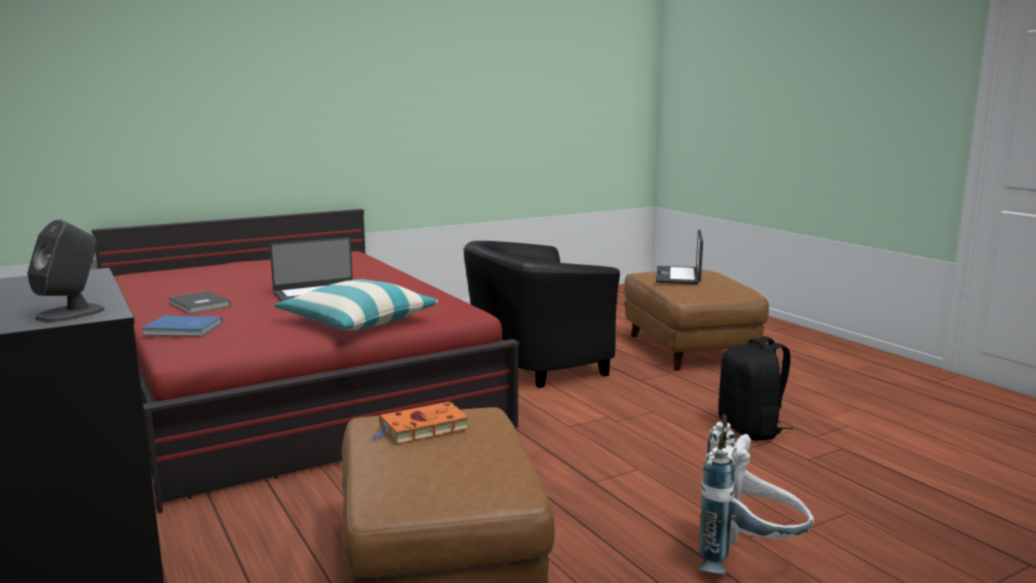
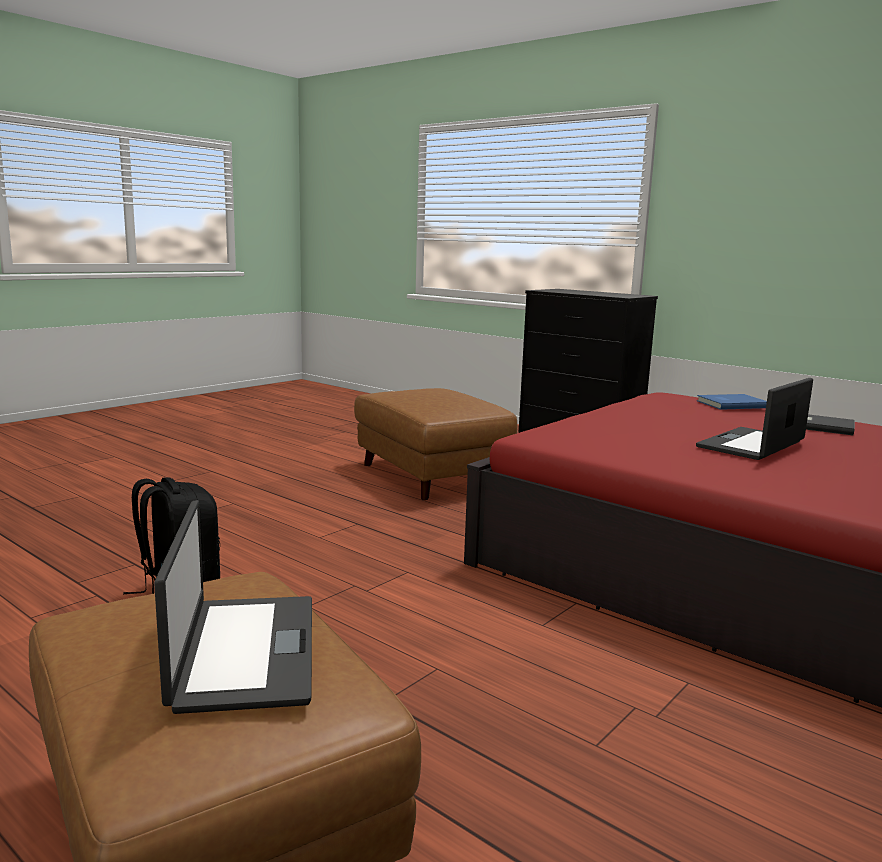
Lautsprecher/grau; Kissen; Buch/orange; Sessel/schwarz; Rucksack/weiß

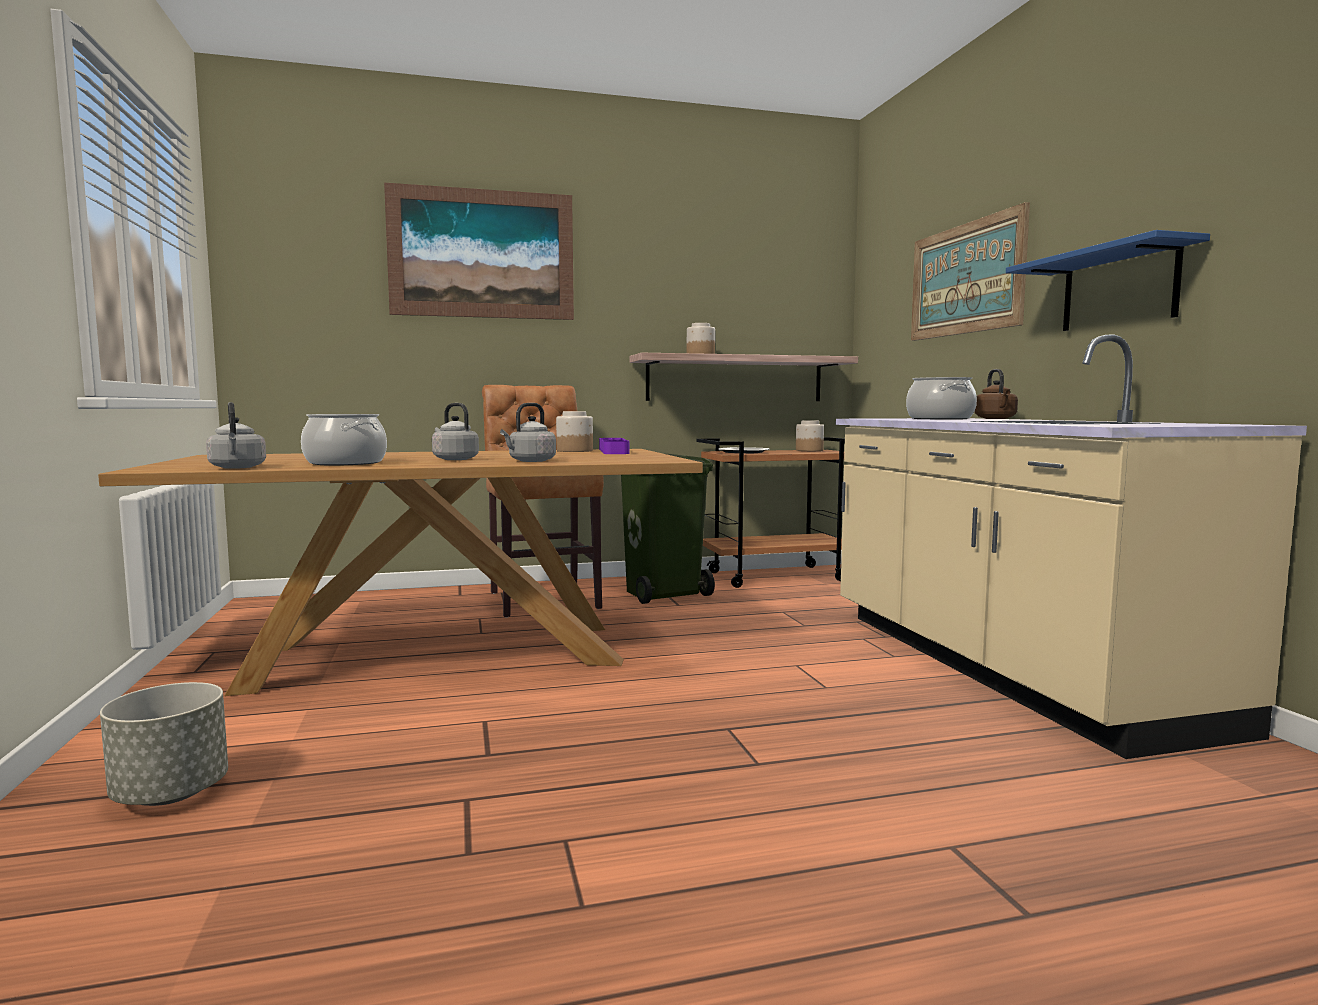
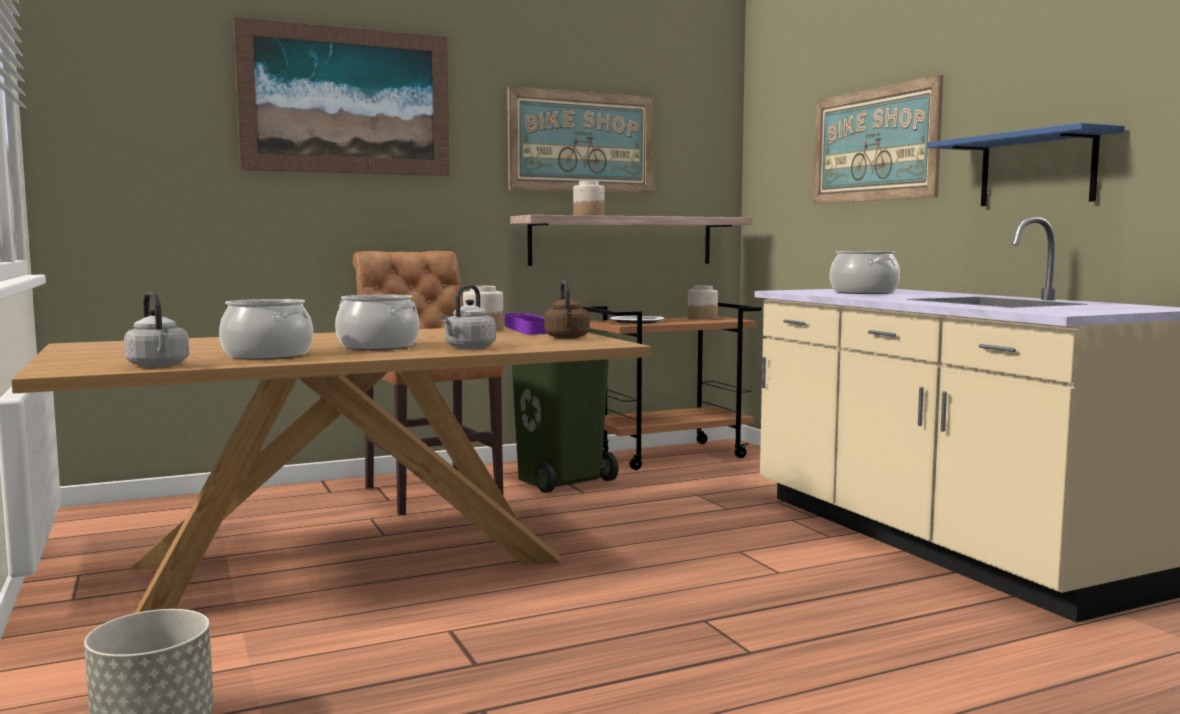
Kochtopf (2nd from left); Bild (2nd from left); Wasserkessel/braun

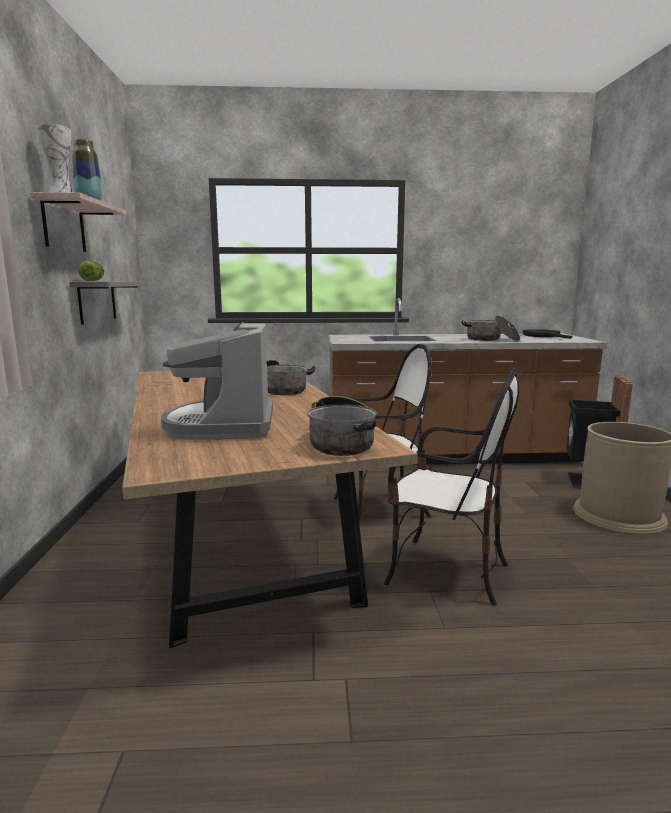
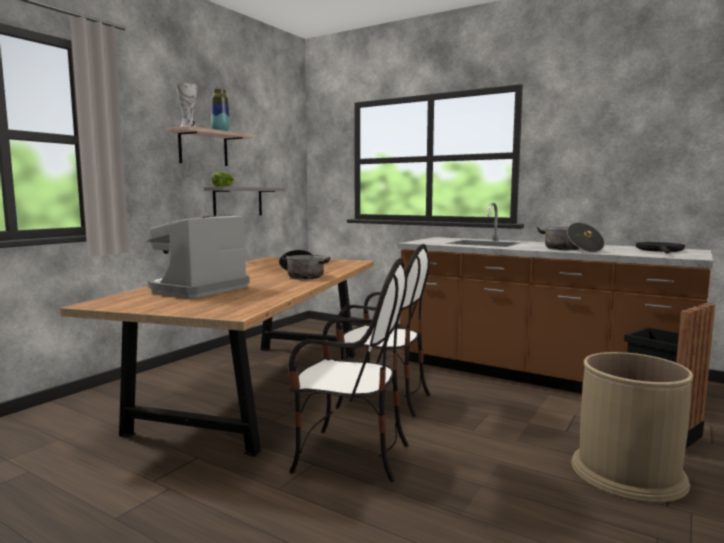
Stuhl (1st from left); Kochtopf (2nd from left in the first image)

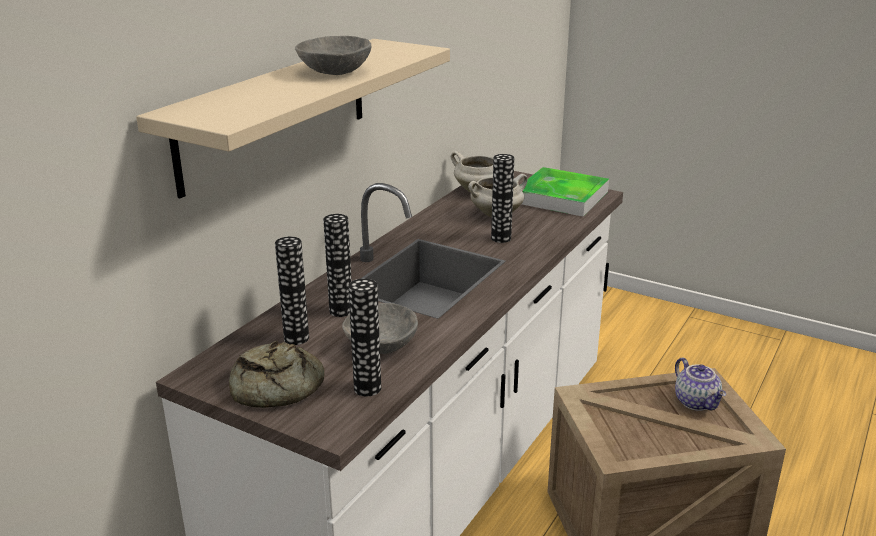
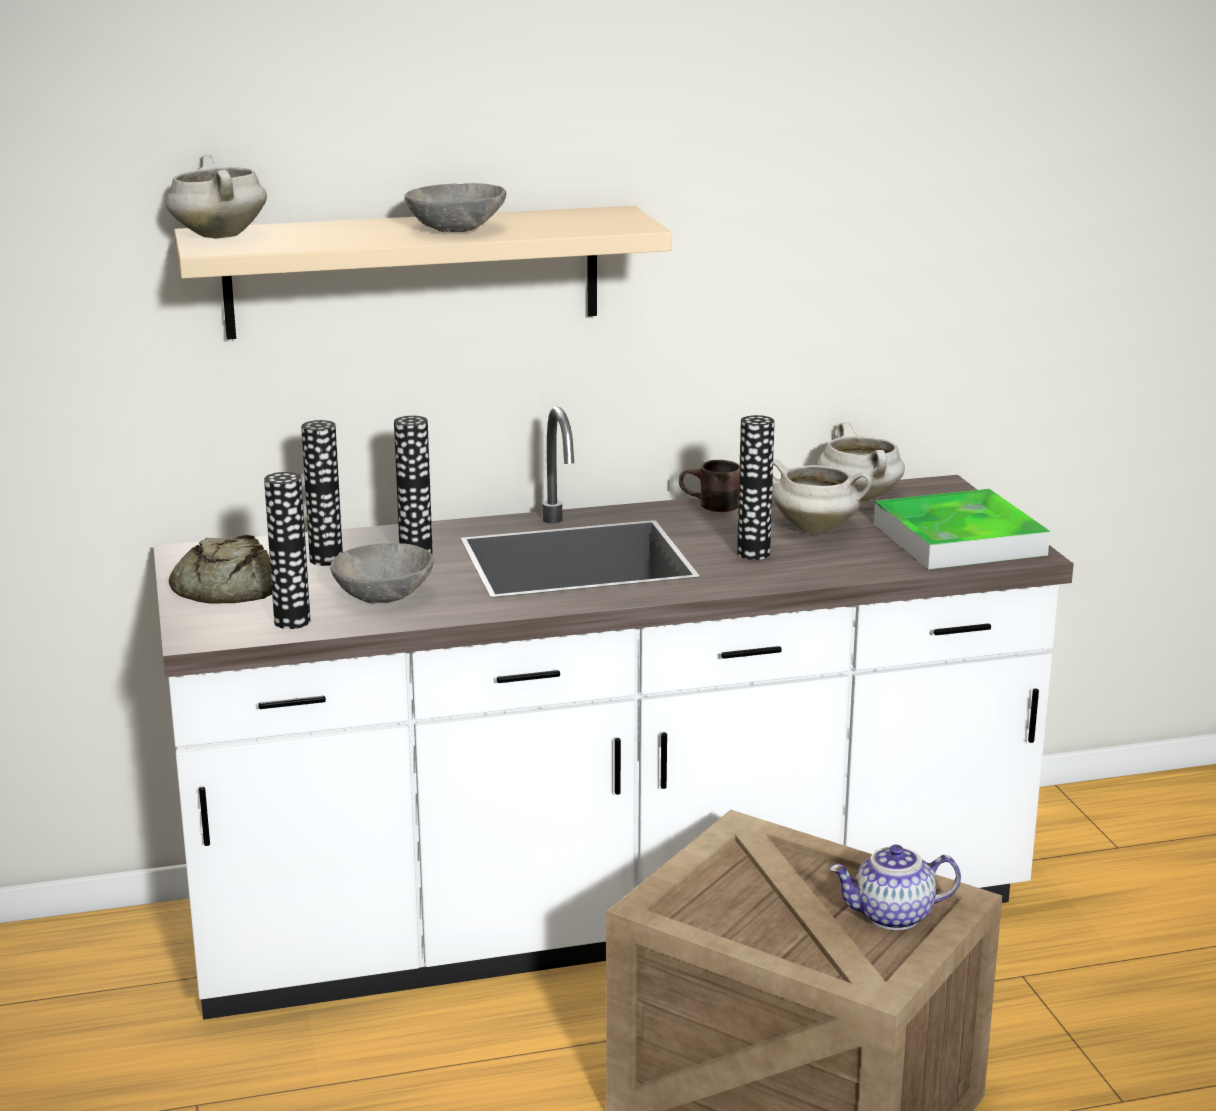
Kochtopf/weiß (1st from left); Henkelbecher/braun; Teekanne

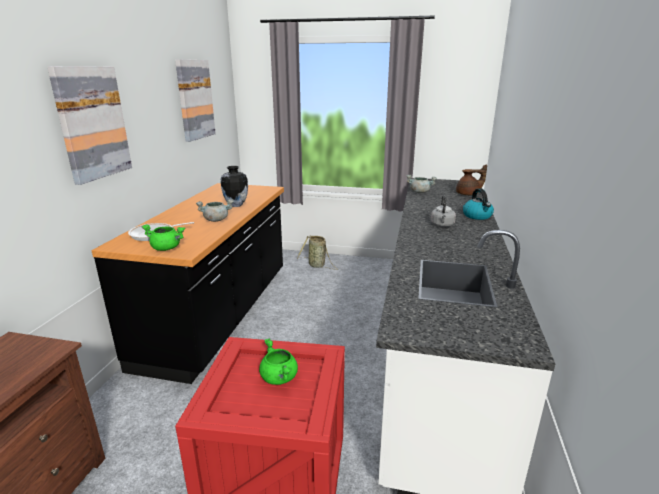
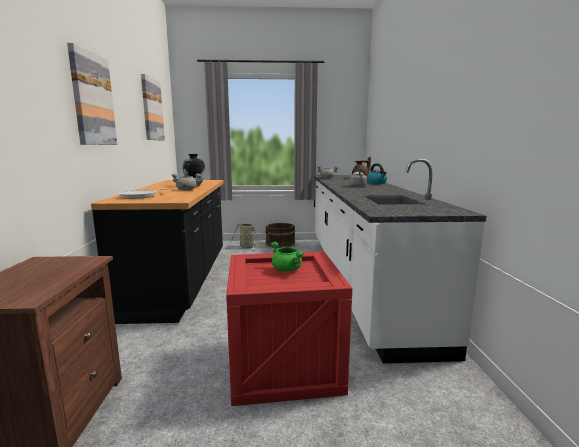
Eimer/braun; Kochtopf/grün (1st from left in the first image)

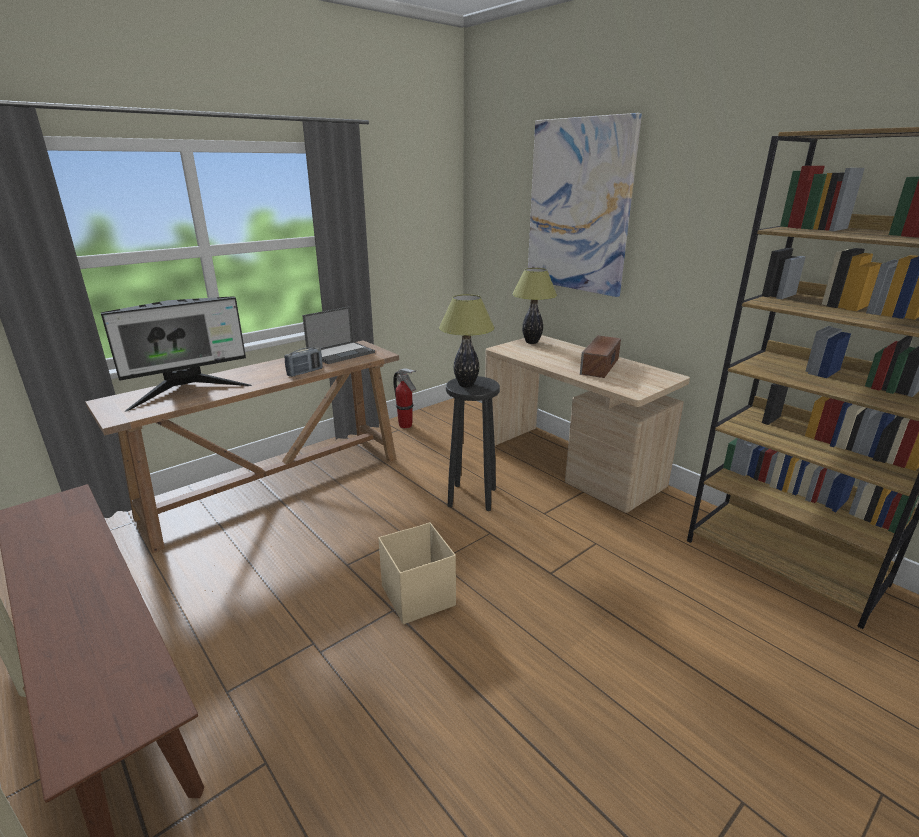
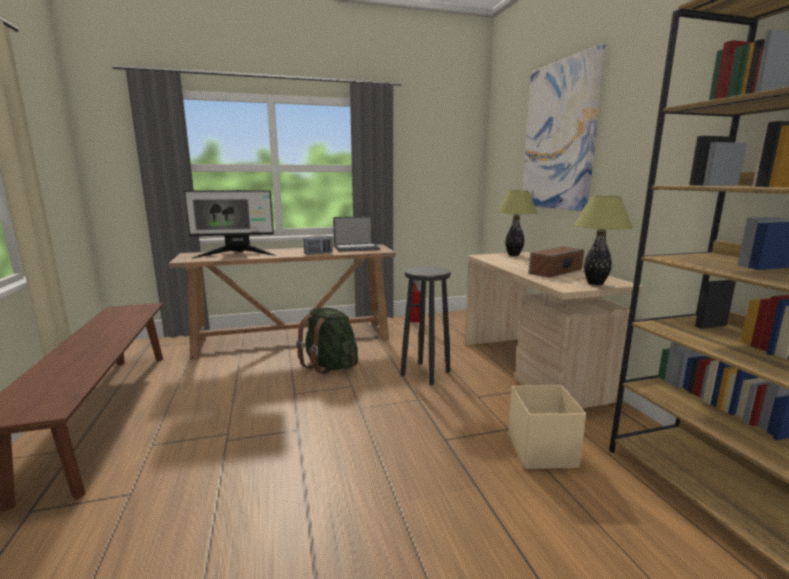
Rucksack/grün; Aufbewahrungsbox/beige; Tischlampe (2nd from left)

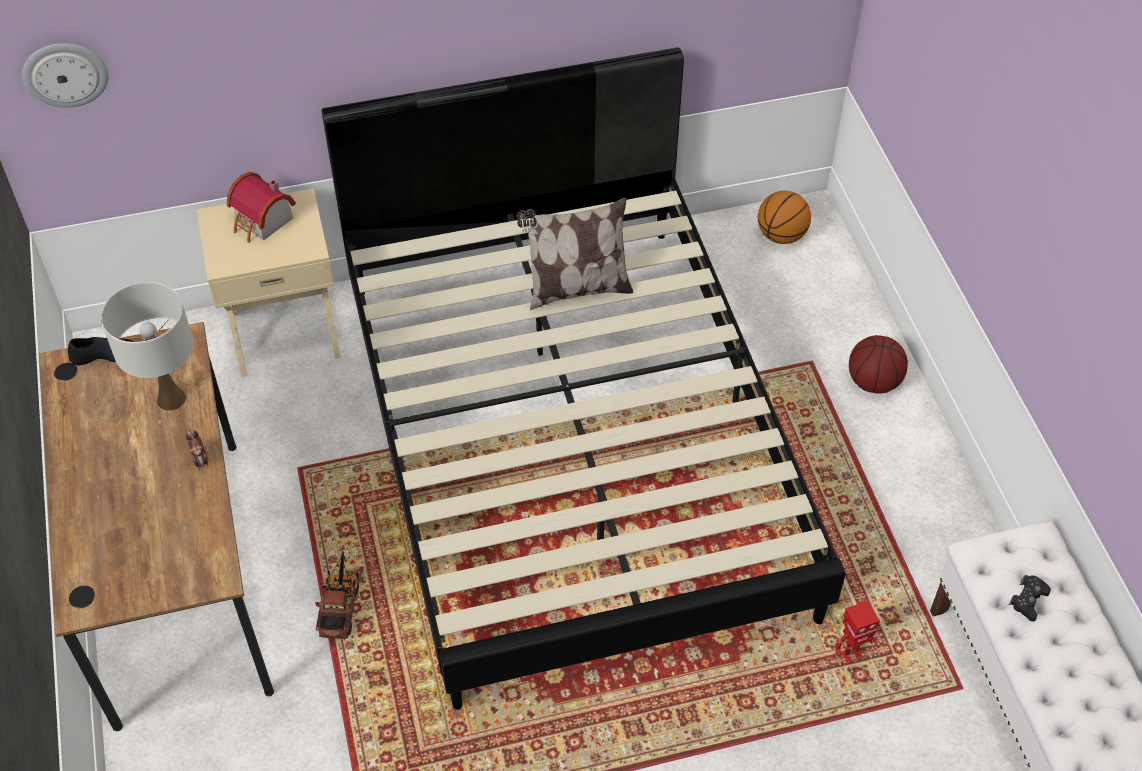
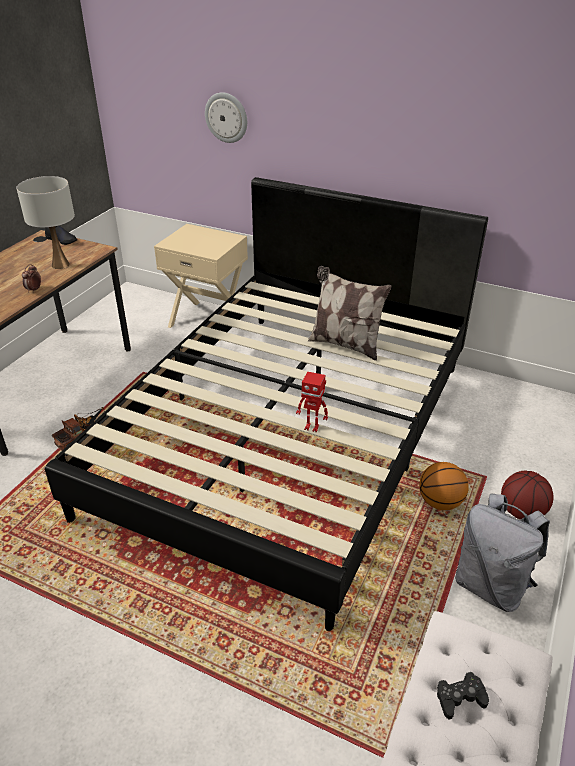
Wanduhr; Spielzeugroboter; Basketball (1st from left); Rucksack/grau; Spielzeughaus

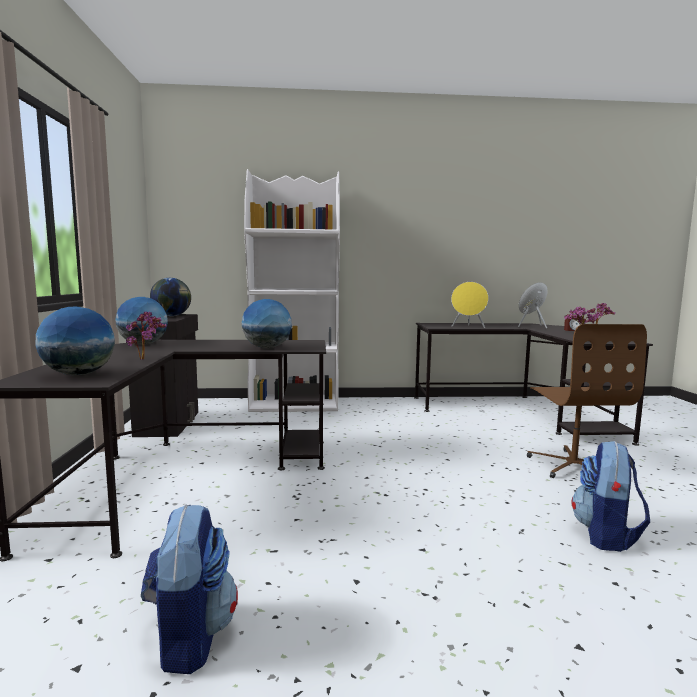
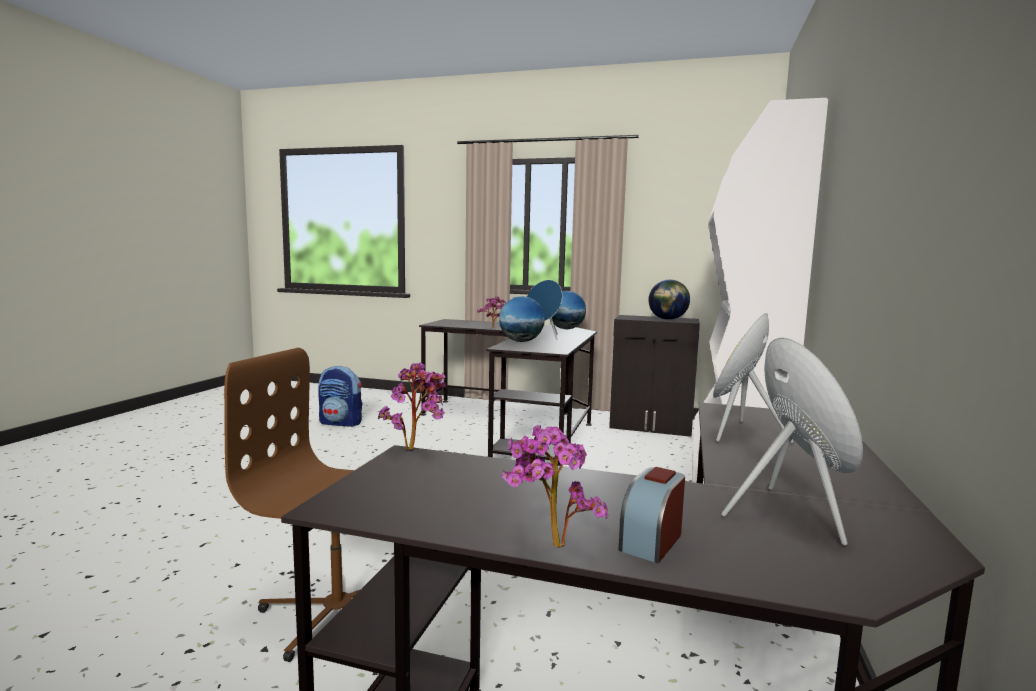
Lautsprecher/blau; Globus (1st from left in the first image); Rucksack (2nd from left in the first image)

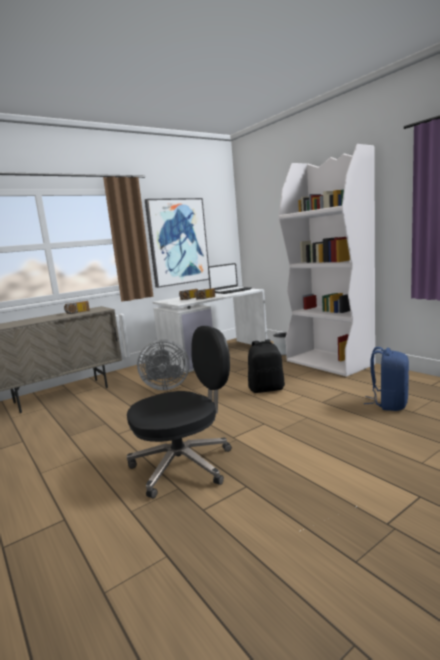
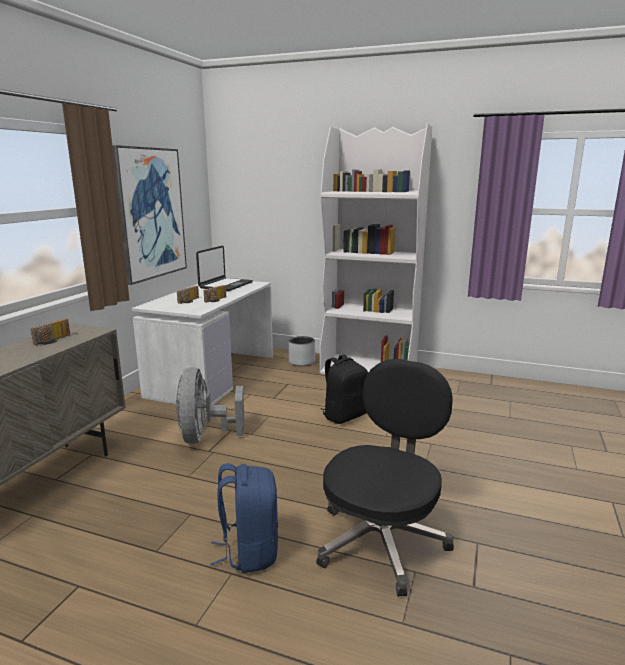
Ventilator/grau; Rucksack/blau

